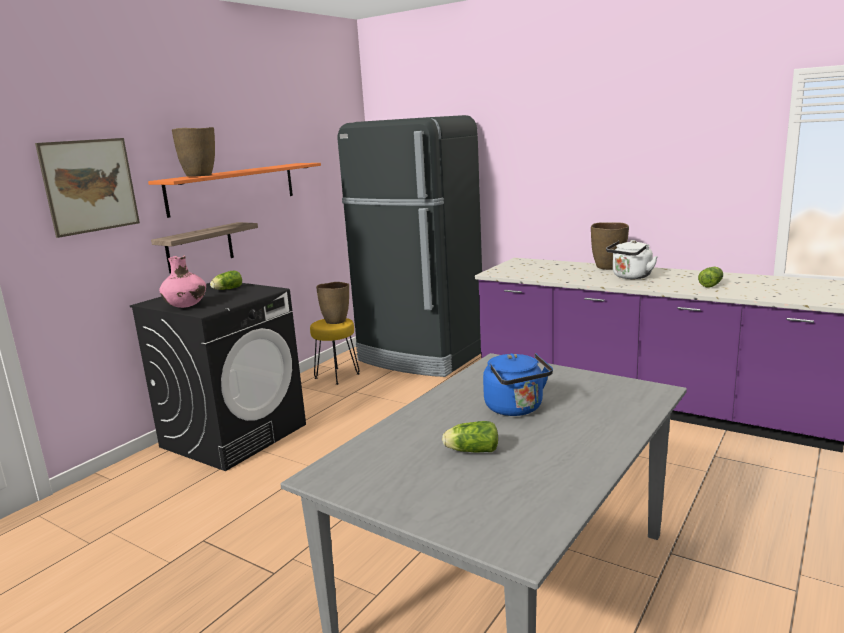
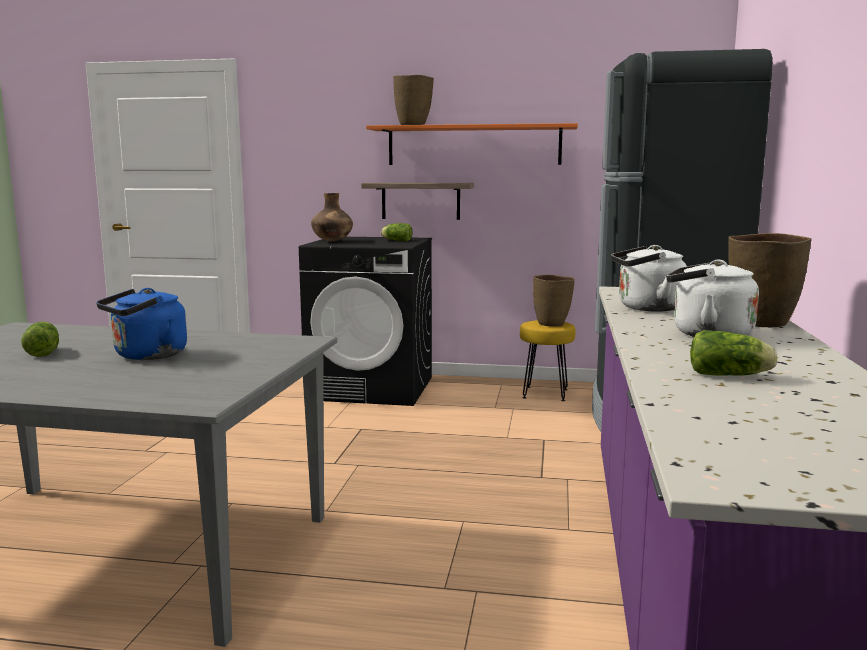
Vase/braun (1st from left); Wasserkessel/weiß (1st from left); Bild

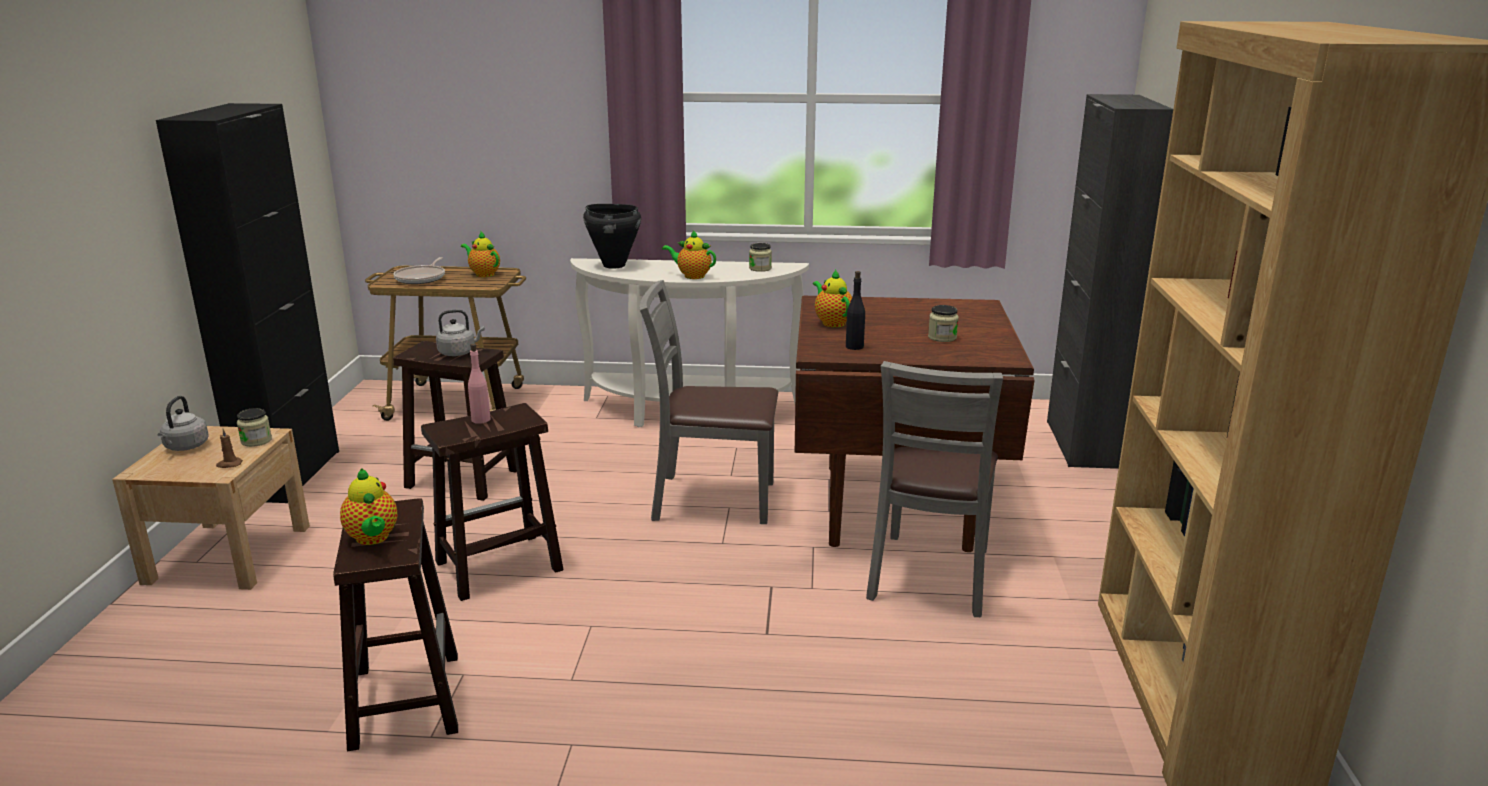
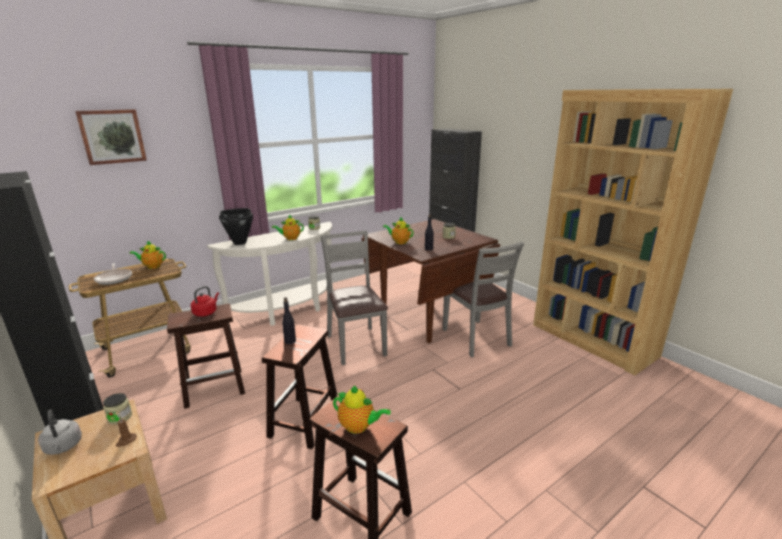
Bild; Wasserkessel/rot; Flasche/schwarz (1st from left); Stuhl/grau (1st from left)

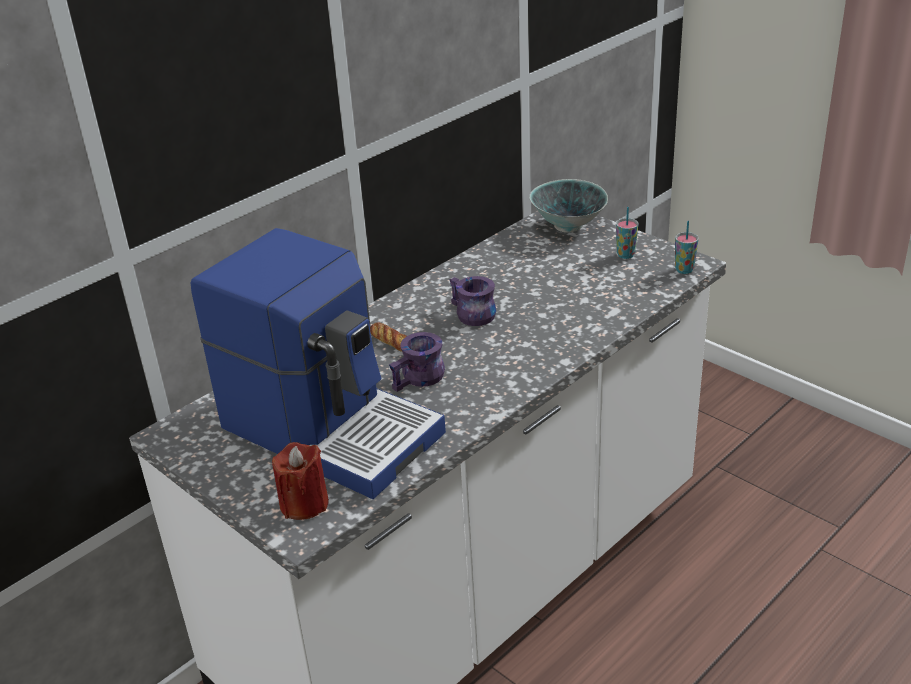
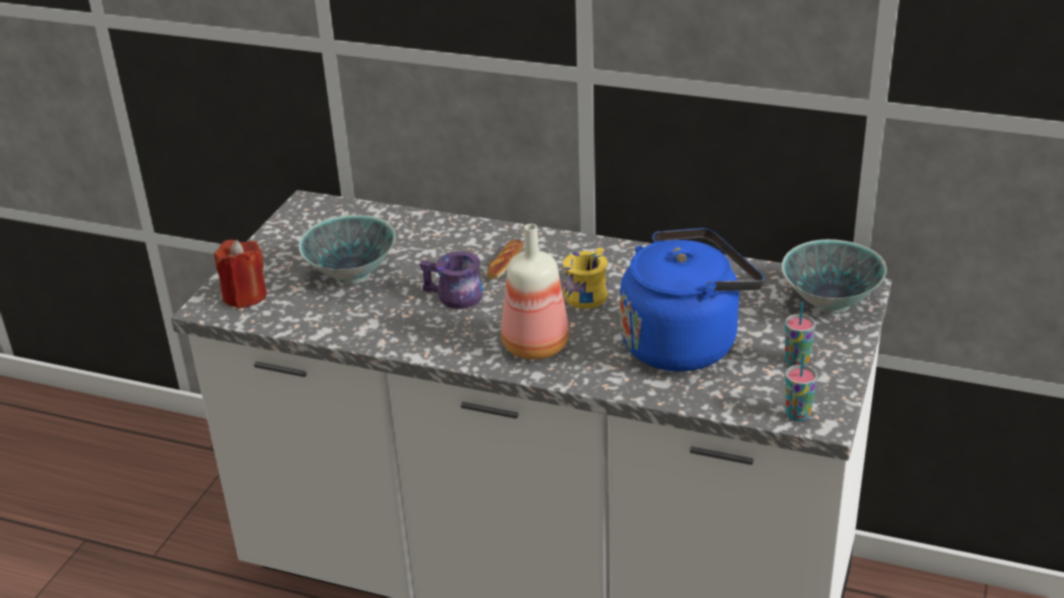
Schüssel (1st from left); Flasche; Henkelbecher/gelb; Wasserkessel/blau

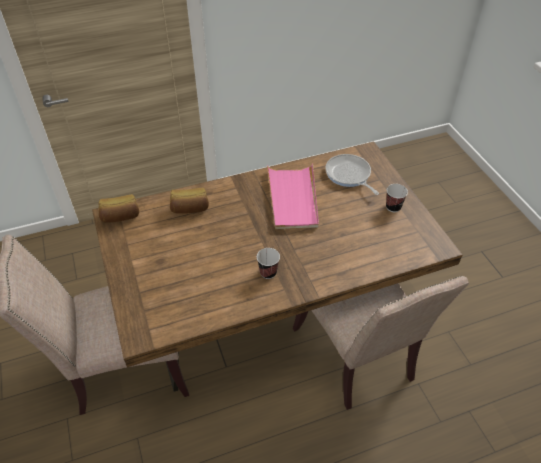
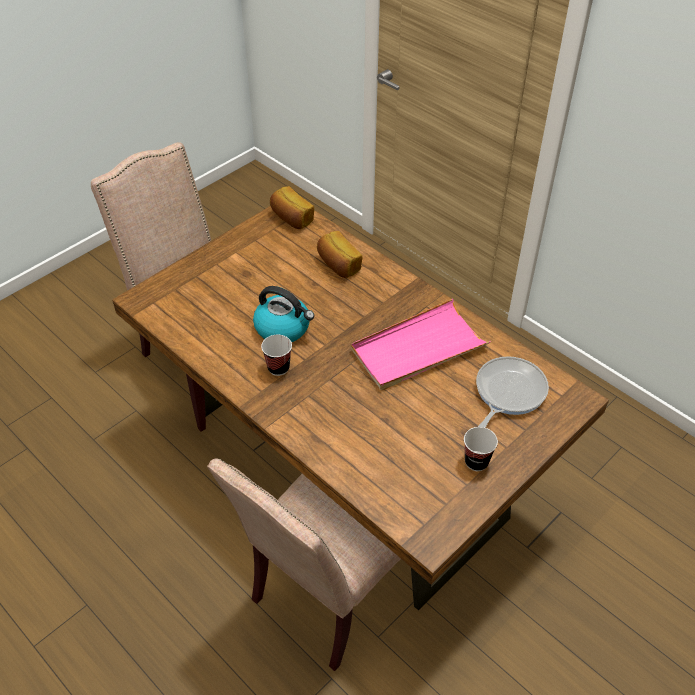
Wasserkessel

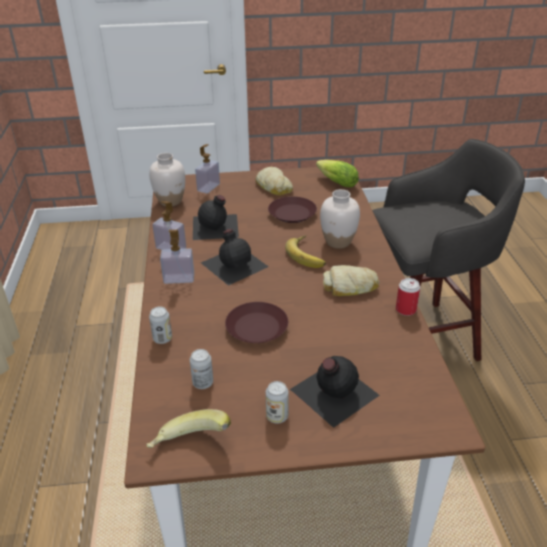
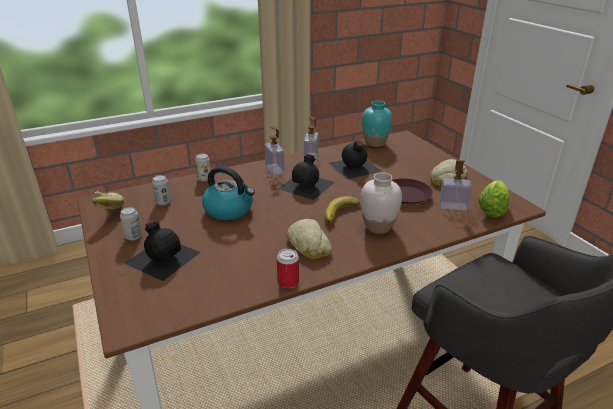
Wasserkessel; Vase/türkis; Seifenspender (3rd from left)

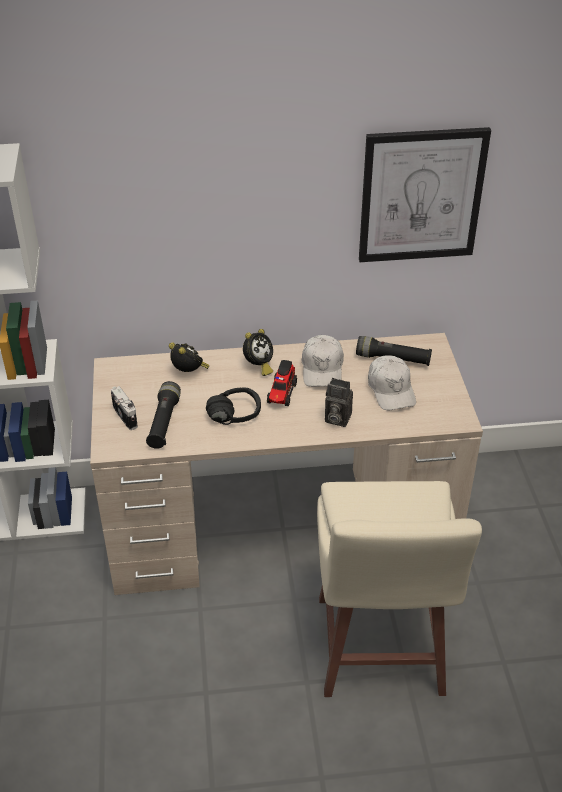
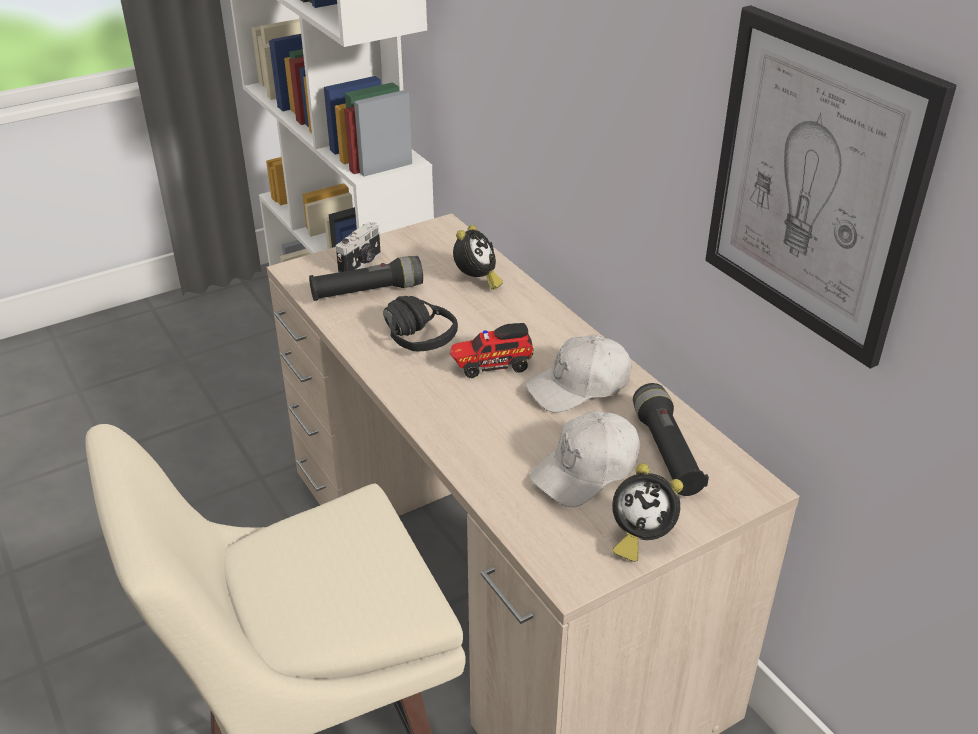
Wecker (2nd from left); Kamera (2nd from left in the first image)

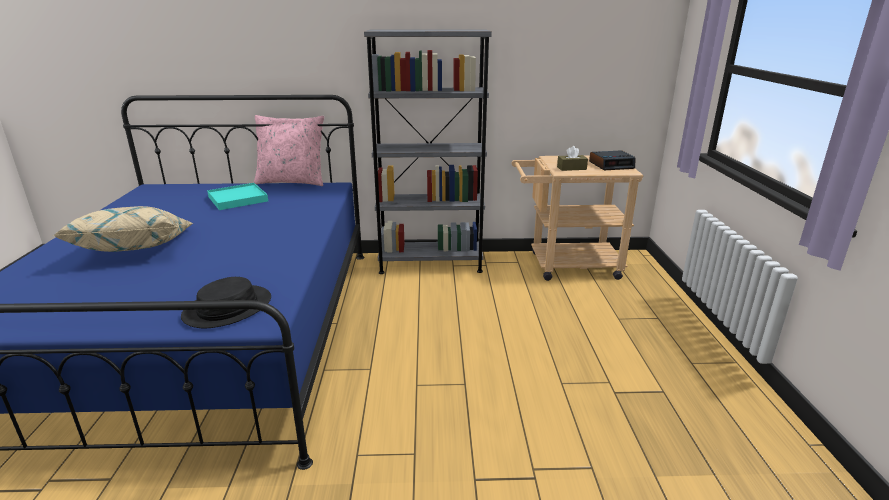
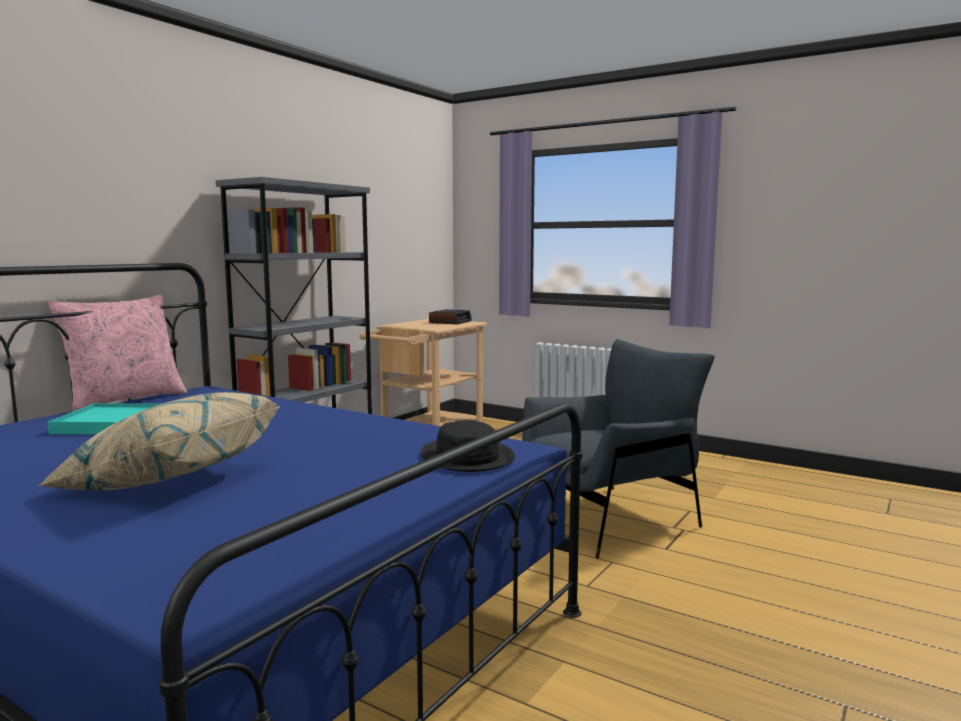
Sessel/grau; Taschentuchbox/braun

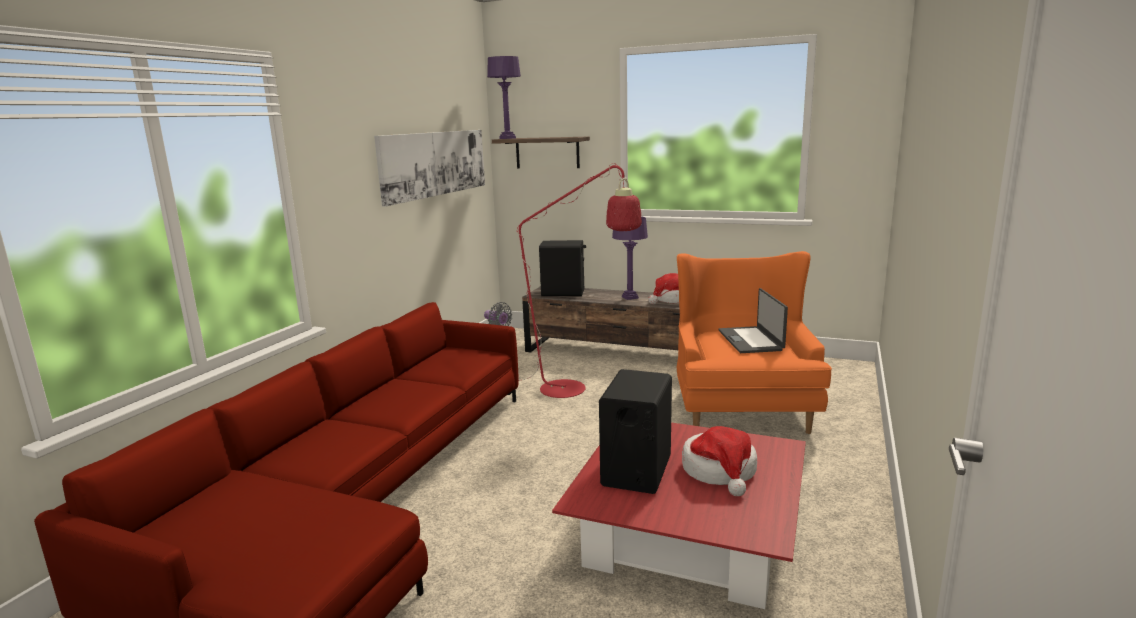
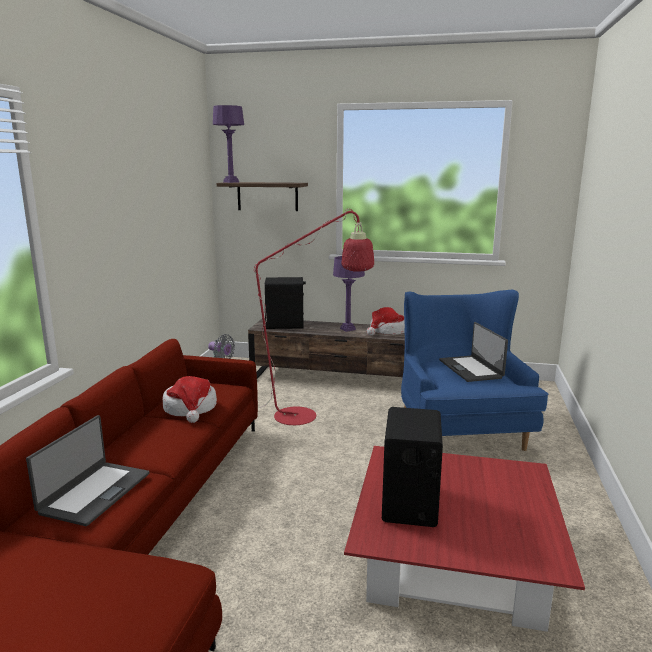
Laptop (1st from left); Hut (1st from left); Sessel/blau; Bild

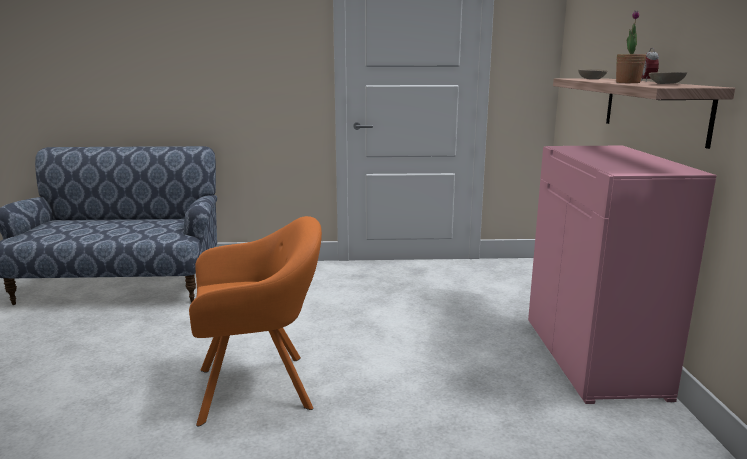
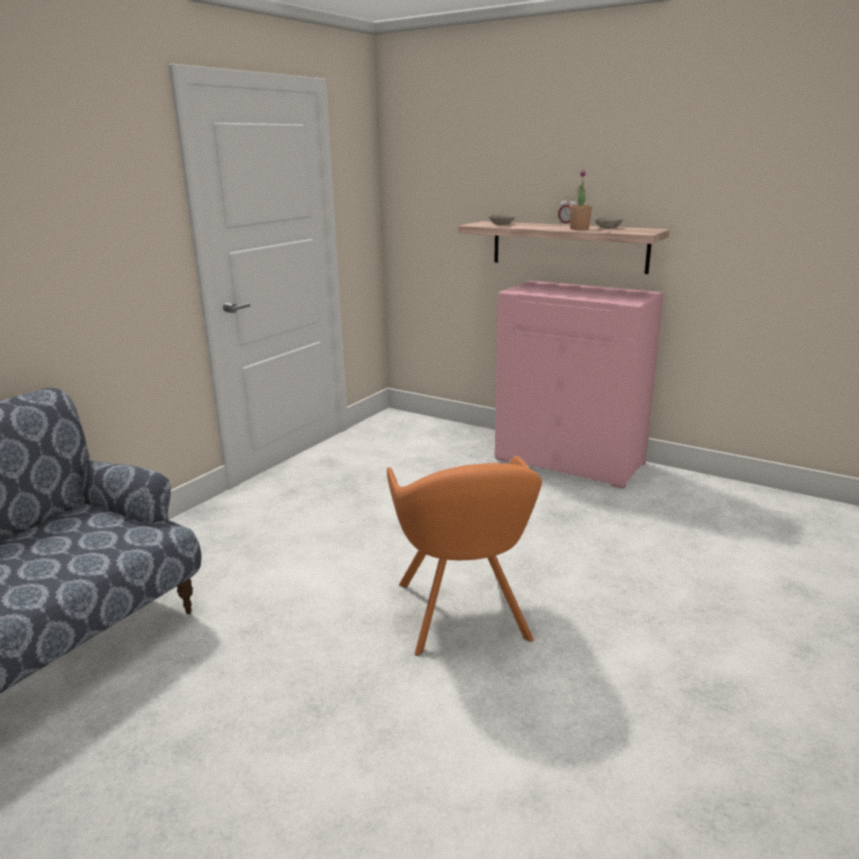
Sessel/orange

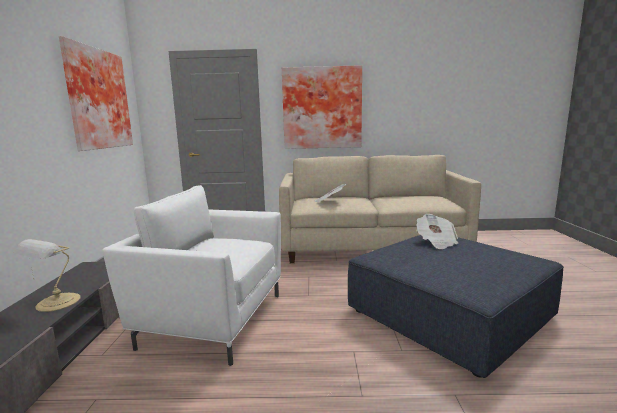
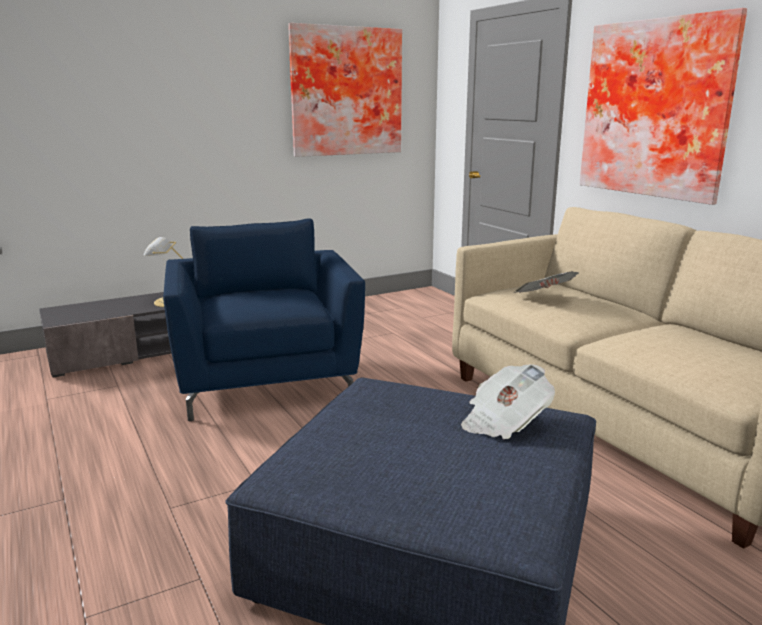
Sessel/blau

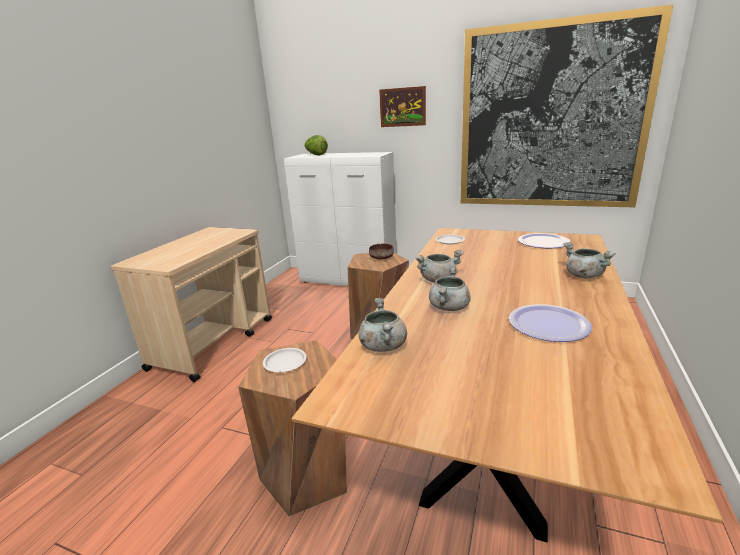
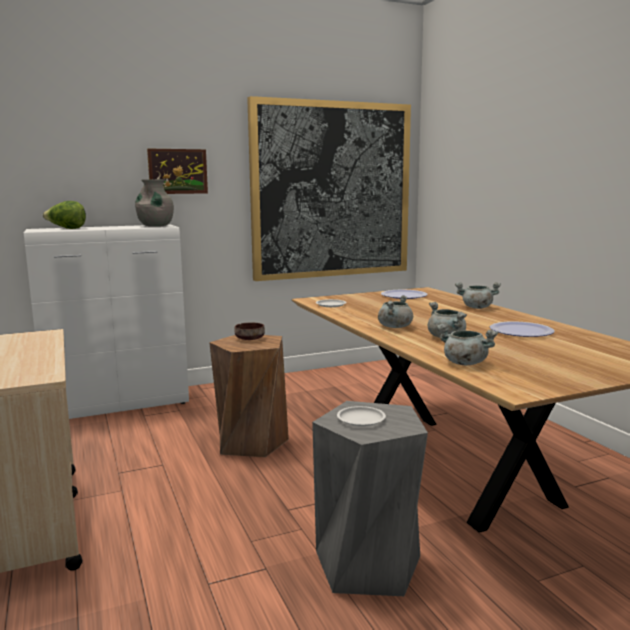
Vase/grau; Hocker/grau

